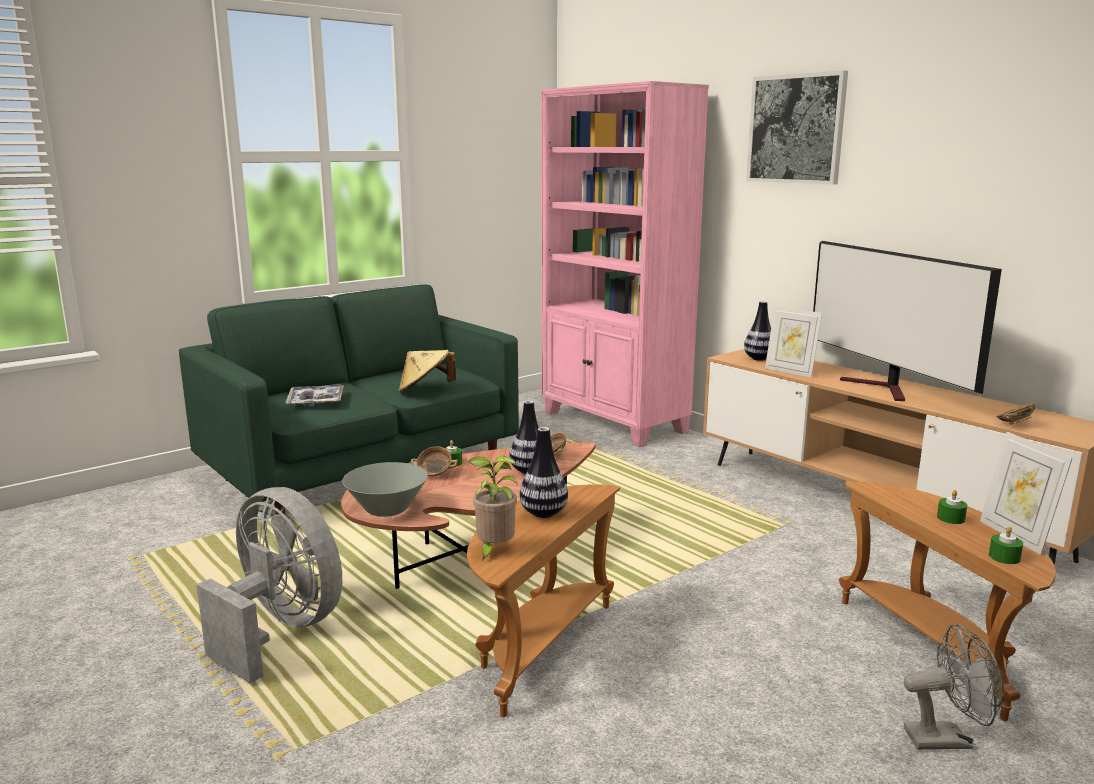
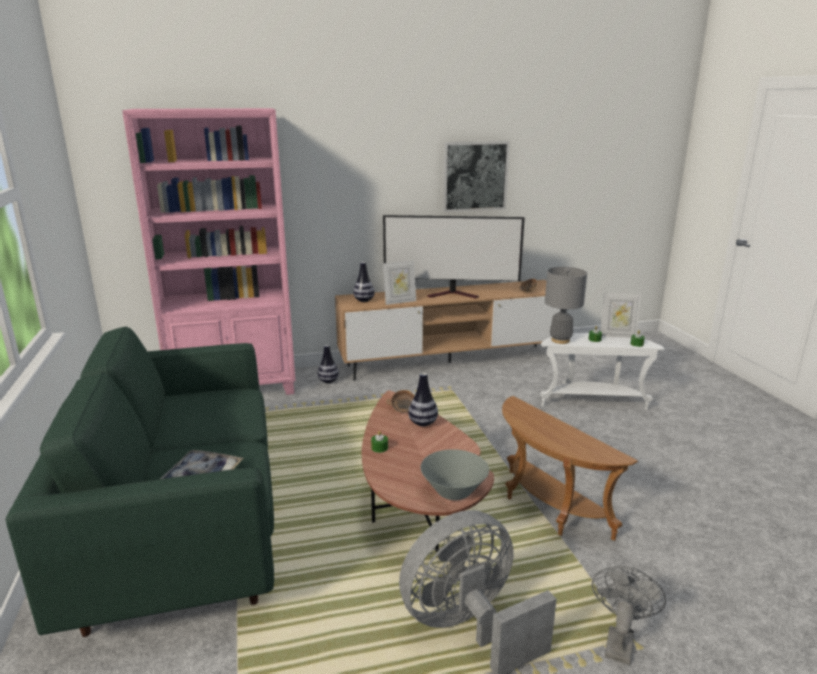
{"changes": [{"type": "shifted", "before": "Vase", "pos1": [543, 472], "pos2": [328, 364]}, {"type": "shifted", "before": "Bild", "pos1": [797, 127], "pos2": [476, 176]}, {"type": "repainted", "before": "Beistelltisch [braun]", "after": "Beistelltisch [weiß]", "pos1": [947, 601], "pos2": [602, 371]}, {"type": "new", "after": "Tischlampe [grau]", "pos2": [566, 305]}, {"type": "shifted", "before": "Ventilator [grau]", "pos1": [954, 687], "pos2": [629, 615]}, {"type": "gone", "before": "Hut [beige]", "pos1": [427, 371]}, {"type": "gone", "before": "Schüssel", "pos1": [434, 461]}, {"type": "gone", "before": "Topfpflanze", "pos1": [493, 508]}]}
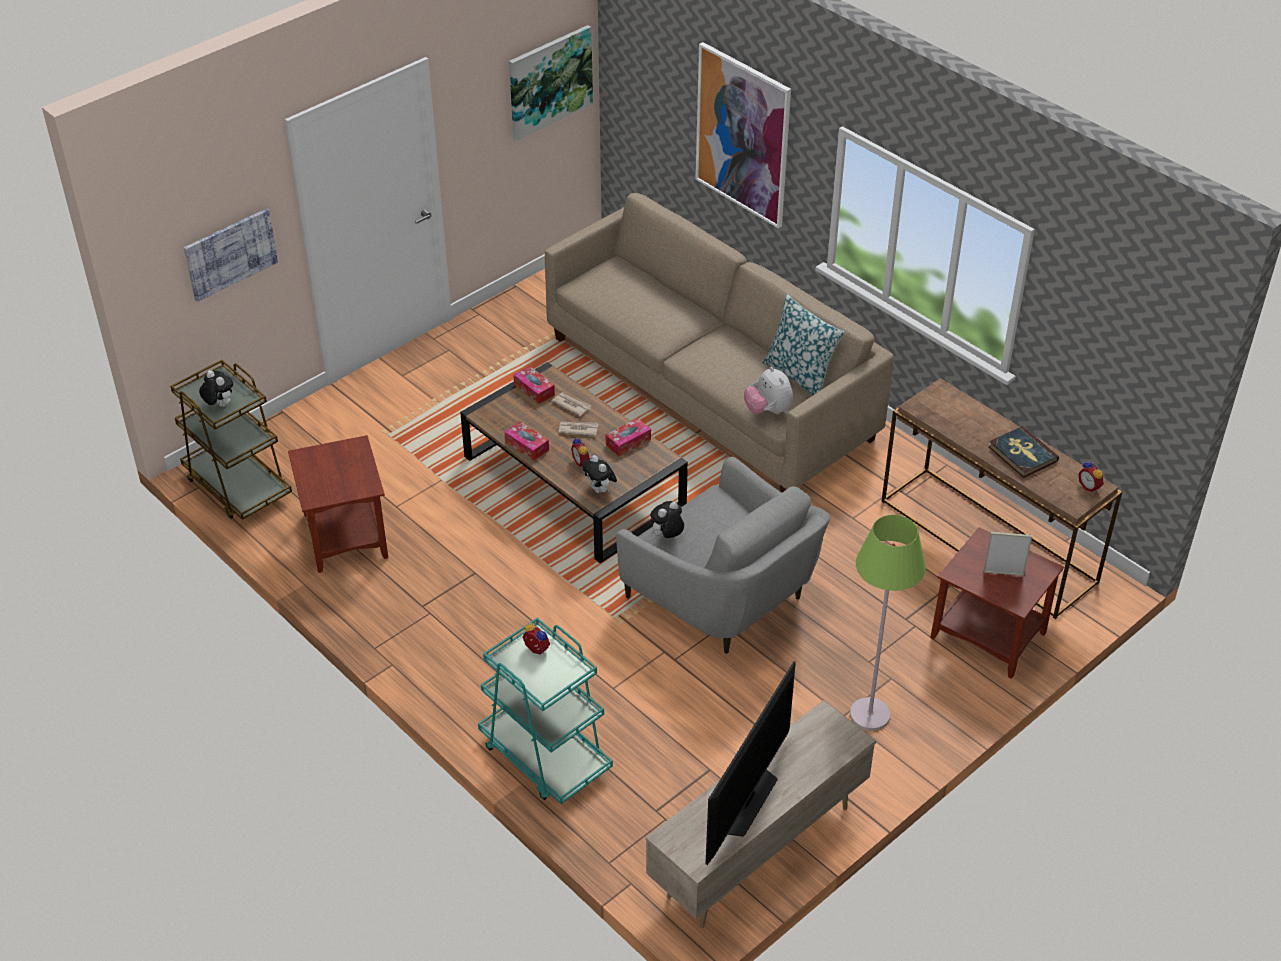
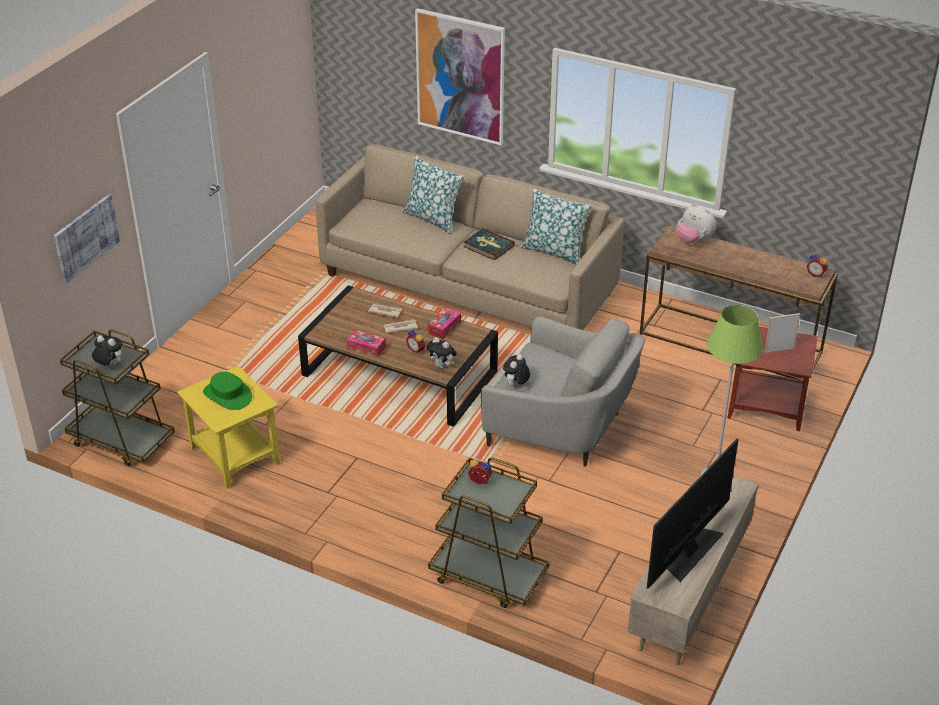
{"changes": [{"type": "repainted", "before": "Beistelltisch [braun]", "after": "Beistelltisch [gelb]", "pos1": [338, 504], "pos2": [228, 427]}, {"type": "new", "after": "Hut [grün]", "pos2": [227, 391]}, {"type": "new", "after": "Kissen", "pos2": [433, 195]}, {"type": "repainted", "before": "Rollwagen [türkis]", "after": "Rollwagen [braun]", "pos1": [545, 711], "pos2": [488, 532]}, {"type": "shifted", "before": "Buch", "pos1": [1023, 452], "pos2": [489, 244]}, {"type": "rotated", "before": "Fernseher", "pos1": [750, 763], "pos2": [693, 514], "turn": -150}, {"type": "shifted", "before": "Plüschtier", "pos1": [768, 390], "pos2": [696, 223]}, {"type": "gone", "before": "Bild", "pos1": [551, 83]}, {"type": "gone", "before": "Taschentuchbox", "pos1": [534, 385]}]}
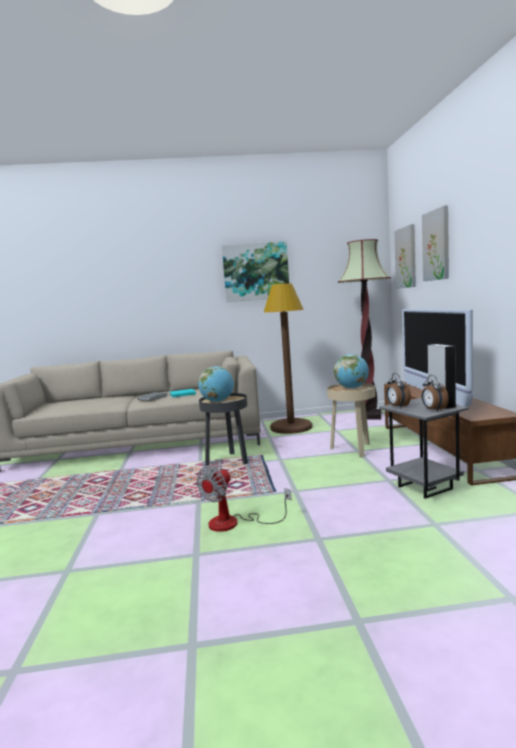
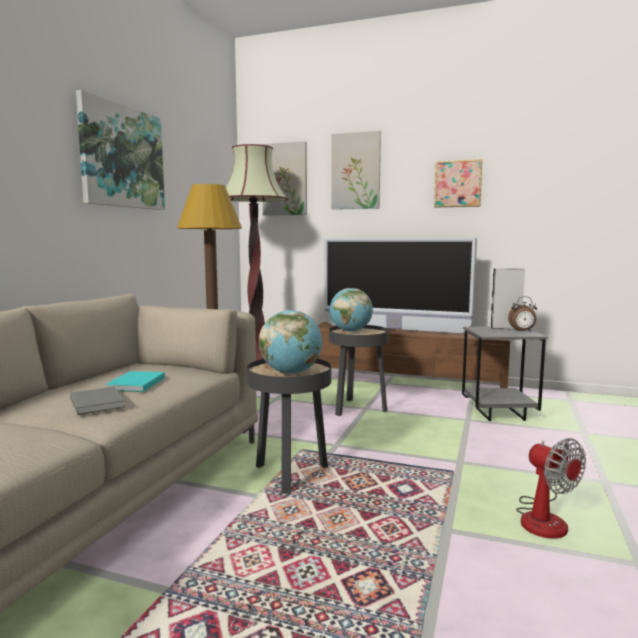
{"changes": [{"type": "repainted", "before": "Beistelltisch [beige]", "after": "Beistelltisch [schwarz]", "pos1": [351, 420], "pos2": [359, 370]}, {"type": "new", "after": "Bild", "pos2": [458, 183]}, {"type": "gone", "before": "Wecker", "pos1": [399, 390]}]}
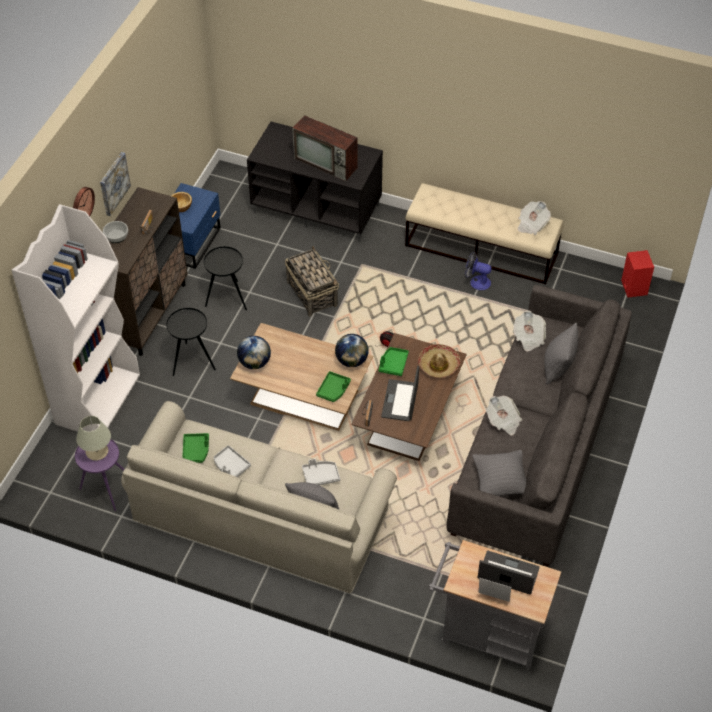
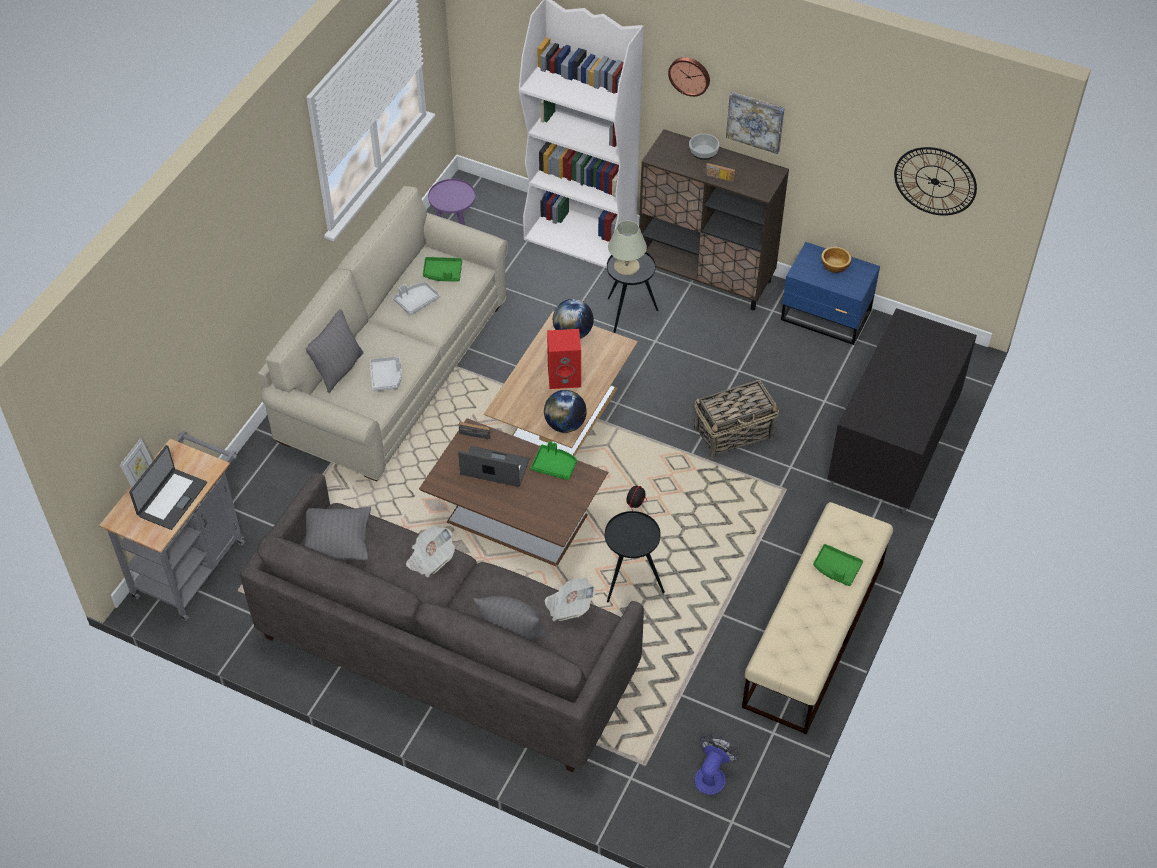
{"changes": [{"type": "shifted", "before": "Lautsprecher [rot]", "pos1": [637, 273], "pos2": [564, 359]}, {"type": "shifted", "before": "Beistelltisch [schwarz]", "pos1": [225, 278], "pos2": [635, 556]}, {"type": "shifted", "before": "Tischlampe [beige]", "pos1": [93, 438], "pos2": [627, 248]}, {"type": "shifted", "before": "Ventilator", "pos1": [478, 271], "pos2": [717, 764]}, {"type": "shifted", "before": "Tablett [grün]", "pos1": [333, 386], "pos2": [838, 565]}, {"type": "new", "after": "Wanduhr", "pos2": [935, 181]}, {"type": "gone", "before": "Fernseher", "pos1": [325, 148]}, {"type": "gone", "before": "Hut", "pos1": [439, 361]}, {"type": "gone", "before": "Zeitung", "pos1": [534, 218]}]}
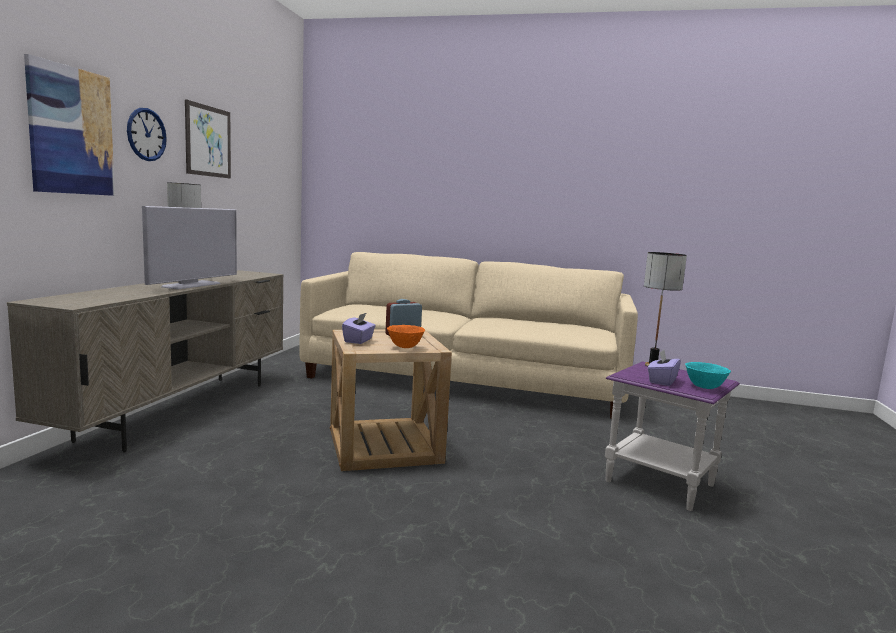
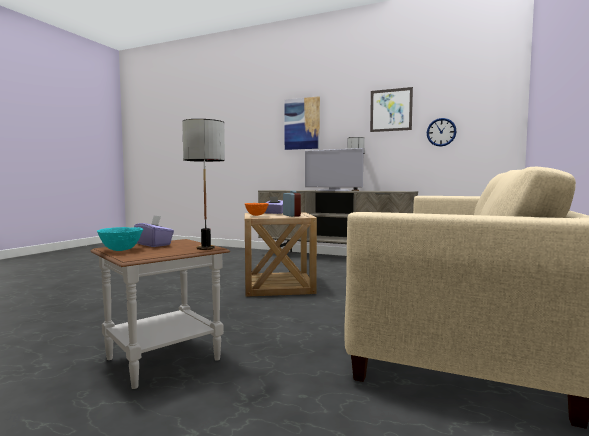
{"changes": [{"type": "repainted", "before": "Beistelltisch [lila]", "after": "Beistelltisch [braun]", "pos1": [672, 436], "pos2": [160, 314]}, {"type": "shifted", "before": "Wanduhr", "pos1": [147, 134], "pos2": [442, 132]}]}
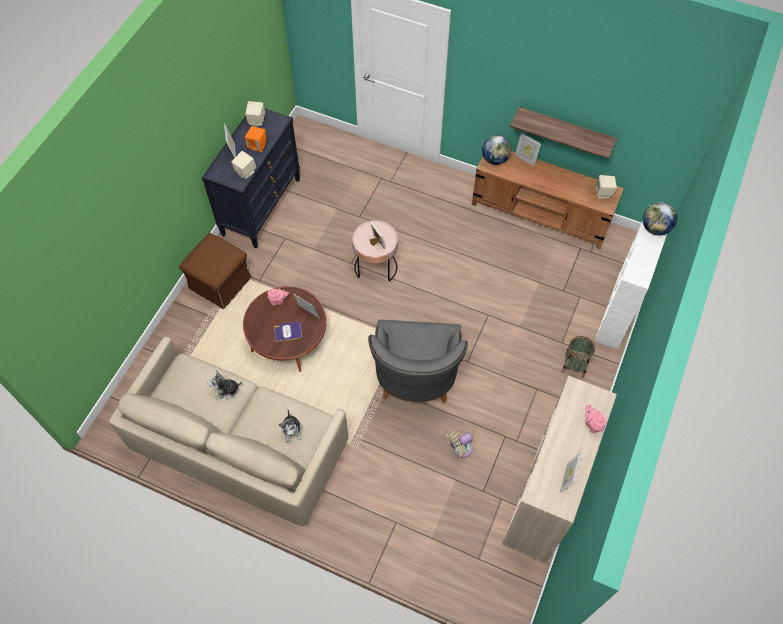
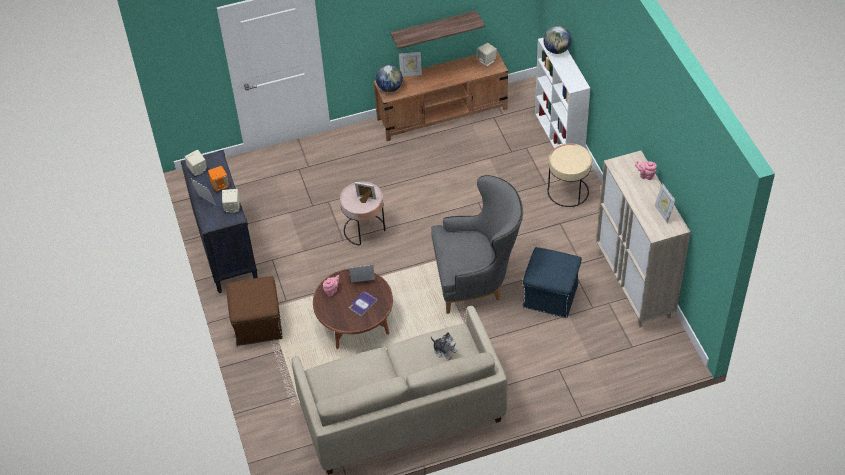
{"changes": [{"type": "rotated", "before": "Sessel [grau]", "pos1": [418, 361], "pos2": [477, 244], "turn": -60}, {"type": "swapped", "before": "Ventilator [beige]", "after": "Polsterhocker [blau]", "pos1": [460, 444], "pos2": [552, 282]}, {"type": "swapped", "before": "Korb", "after": "Beistelltisch [beige]", "pos1": [578, 357], "pos2": [570, 175]}, {"type": "gone", "before": "Plüschtier", "pos1": [224, 385]}]}
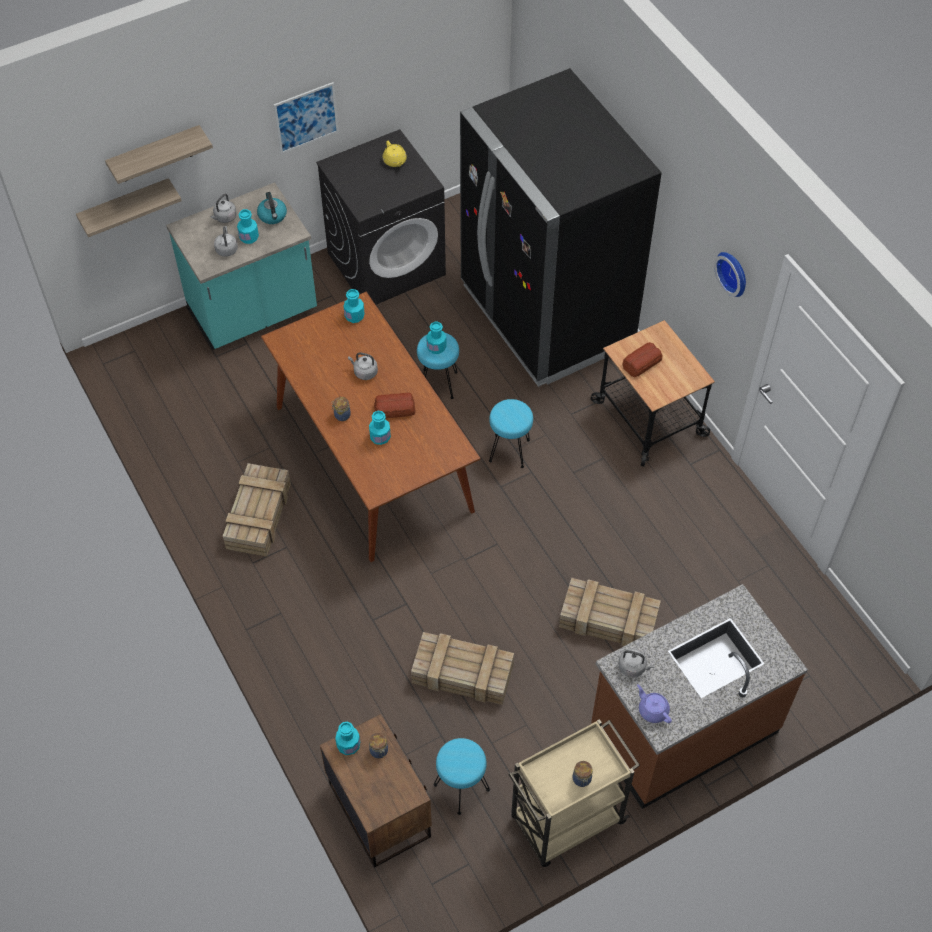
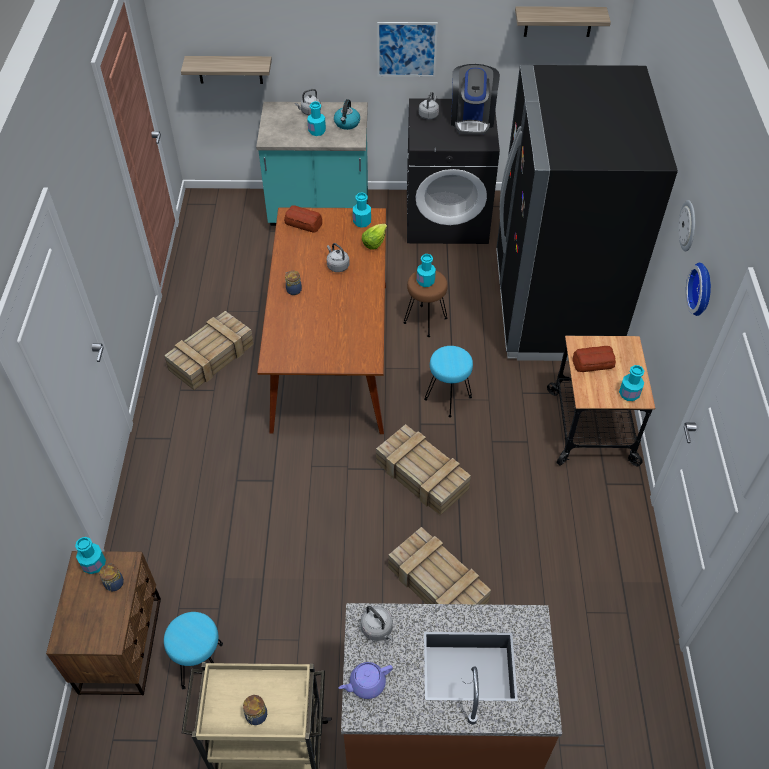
{"changes": [{"type": "shifted", "before": "Brot", "pos1": [395, 405], "pos2": [303, 219]}, {"type": "rotated", "before": "Teekanne [lila]", "pos1": [654, 703], "pos2": [366, 680], "turn": -105}, {"type": "new", "after": "Salatkopf", "pos2": [374, 237]}, {"type": "shifted", "before": "Kiste", "pos1": [462, 668], "pos2": [423, 470]}, {"type": "repainted", "before": "Hocker [türkis]", "after": "Hocker [braun]", "pos1": [438, 366], "pos2": [425, 304]}, {"type": "shifted", "before": "Wasserkessel [grau]", "pos1": [226, 241], "pos2": [429, 106]}, {"type": "swapped", "before": "Teekanne [gelb]", "after": "Kaffeemaschine", "pos1": [394, 154], "pos2": [475, 99]}, {"type": "shifted", "before": "Wandregal", "pos1": [159, 154], "pos2": [563, 21]}, {"type": "shifted", "before": "Flasche [türkis]", "pos1": [380, 428], "pos2": [631, 383]}, {"type": "new", "after": "Wanduhr", "pos2": [686, 226]}]}
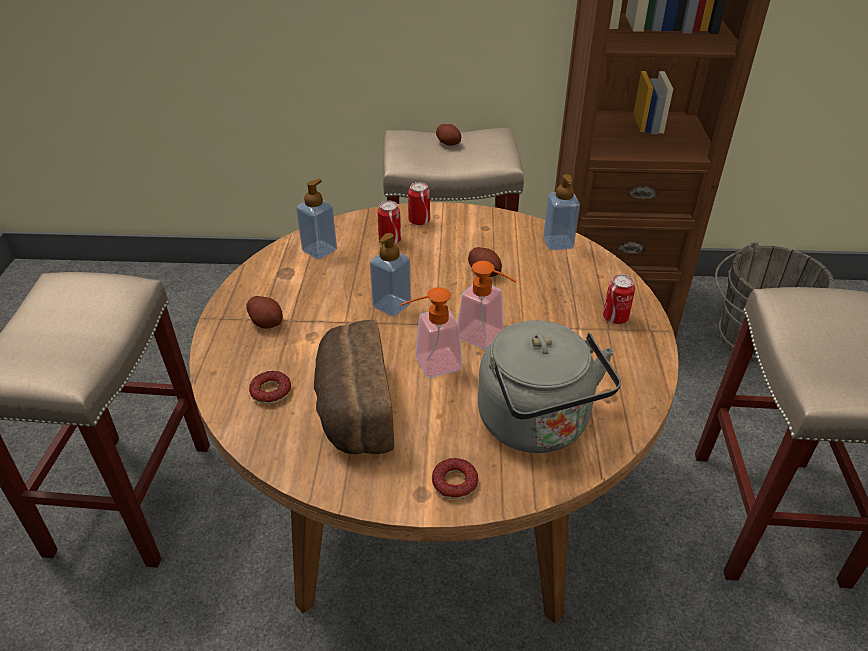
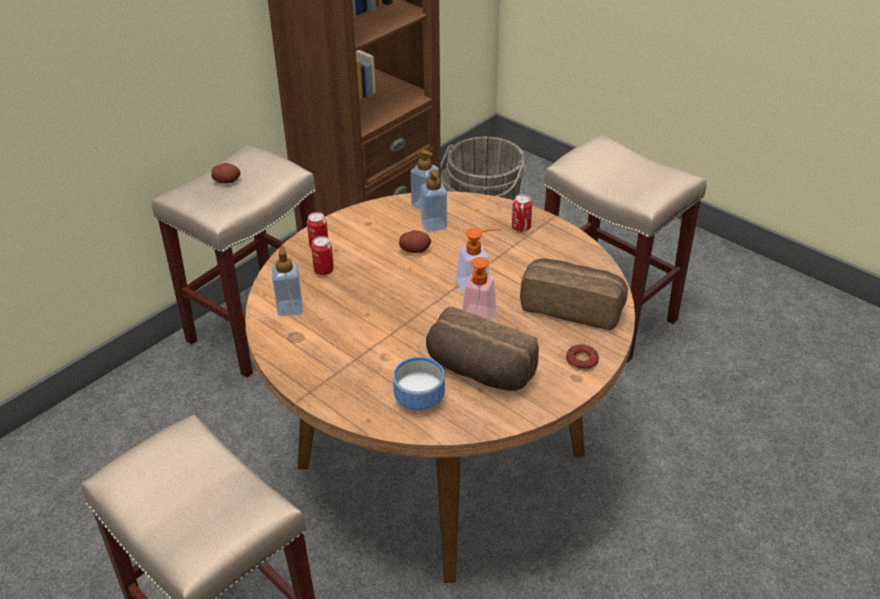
{"changes": [{"type": "swapped", "before": "Donut", "after": "Schüssel", "pos1": [270, 387], "pos2": [419, 383]}, {"type": "shifted", "before": "Seifenspender", "pos1": [390, 275], "pos2": [434, 200]}, {"type": "swapped", "before": "Wasserkessel [grau]", "after": "Brot", "pos1": [549, 386], "pos2": [574, 294]}, {"type": "gone", "before": "Kartoffel", "pos1": [264, 312]}]}
